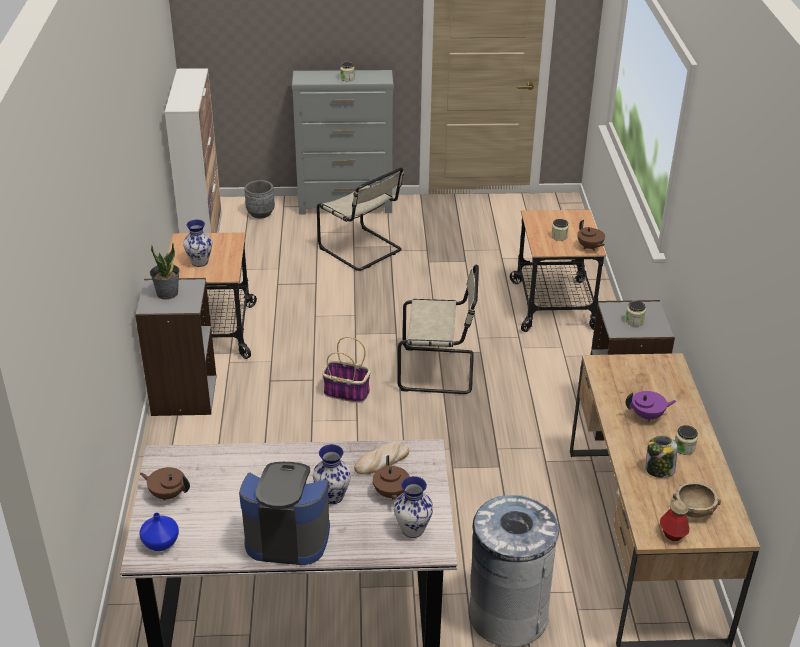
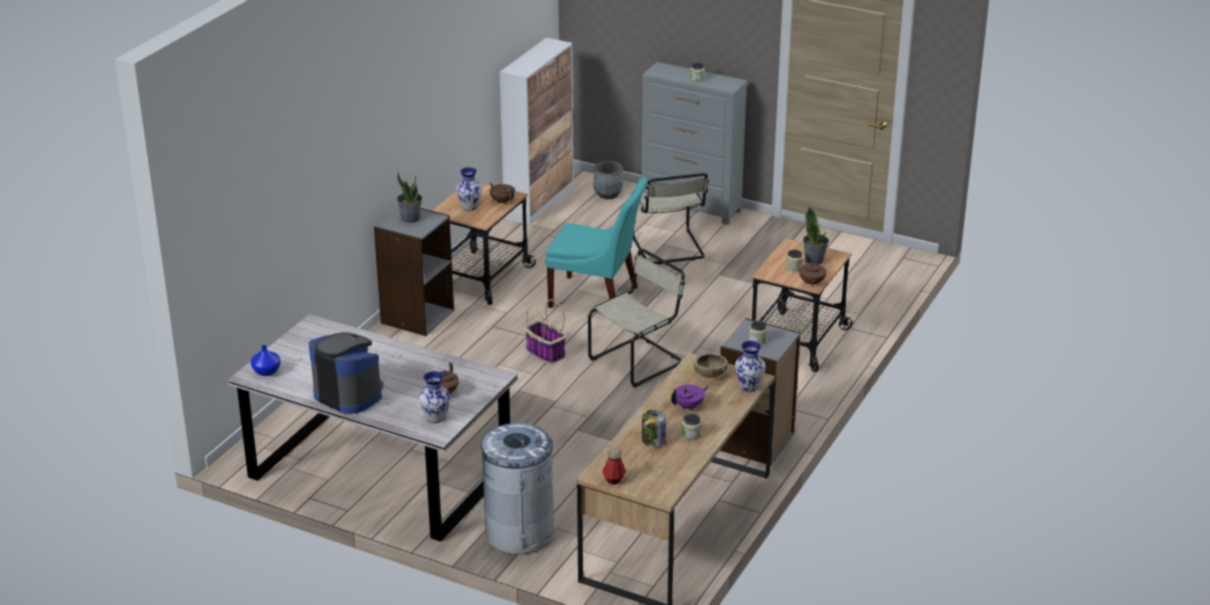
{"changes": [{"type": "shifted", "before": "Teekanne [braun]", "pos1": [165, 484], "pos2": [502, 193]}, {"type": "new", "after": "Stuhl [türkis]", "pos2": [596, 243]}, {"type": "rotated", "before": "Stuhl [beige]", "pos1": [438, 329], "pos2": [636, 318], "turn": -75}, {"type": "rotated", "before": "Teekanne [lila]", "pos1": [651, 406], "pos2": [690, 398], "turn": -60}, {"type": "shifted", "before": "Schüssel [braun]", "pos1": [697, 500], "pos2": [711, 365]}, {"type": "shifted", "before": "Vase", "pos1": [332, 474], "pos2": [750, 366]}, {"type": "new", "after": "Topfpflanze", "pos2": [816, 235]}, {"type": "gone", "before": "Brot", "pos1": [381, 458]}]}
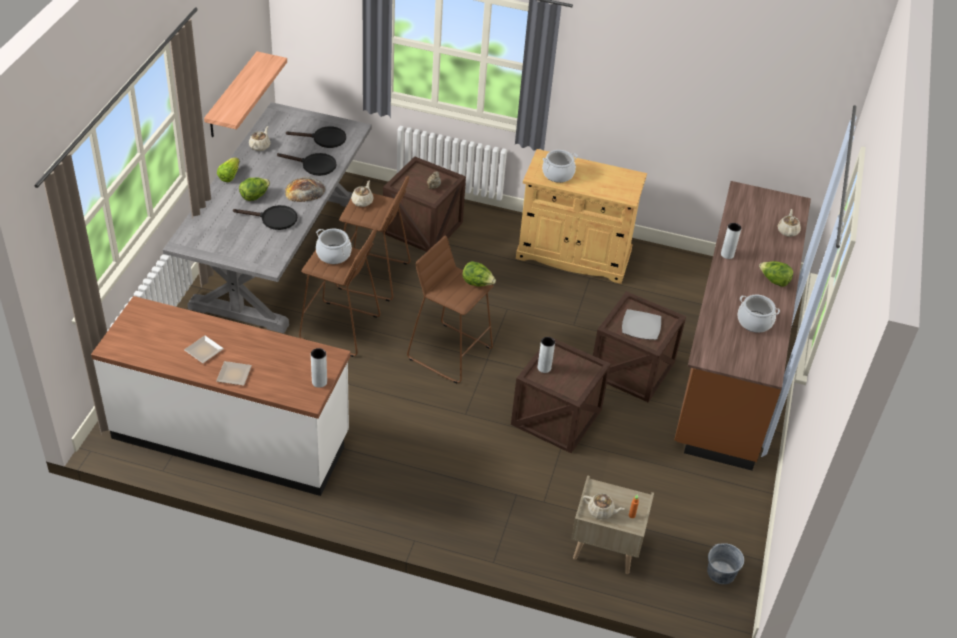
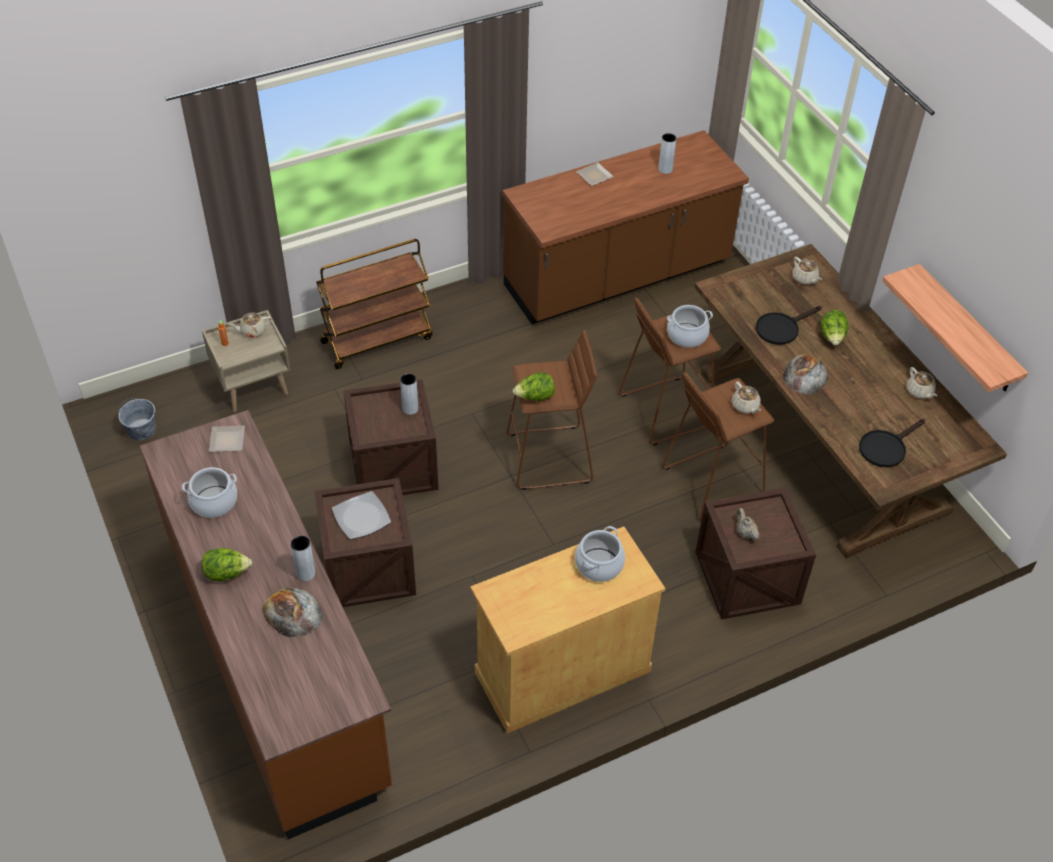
{"changes": [{"type": "shifted", "before": "Teller", "pos1": [204, 349], "pos2": [227, 439]}, {"type": "new", "after": "Brot", "pos2": [292, 612]}, {"type": "new", "after": "Rollwagen [braun]", "pos2": [374, 304]}, {"type": "repainted", "before": "Küchenzeile [weiß]", "after": "Küchenzeile [braun]", "pos1": [221, 396], "pos2": [626, 227]}, {"type": "shifted", "before": "Vase [grau]", "pos1": [319, 368], "pos2": [667, 153]}, {"type": "repainted", "before": "Esstisch [grau]", "after": "Esstisch [braun]", "pos1": [267, 217], "pos2": [850, 401]}, {"type": "shifted", "before": "Teekanne [beige]", "pos1": [789, 223], "pos2": [807, 271]}, {"type": "gone", "before": "Salatkopf", "pos1": [228, 170]}, {"type": "gone", "before": "Pfanne [schwarz]", "pos1": [306, 164]}]}
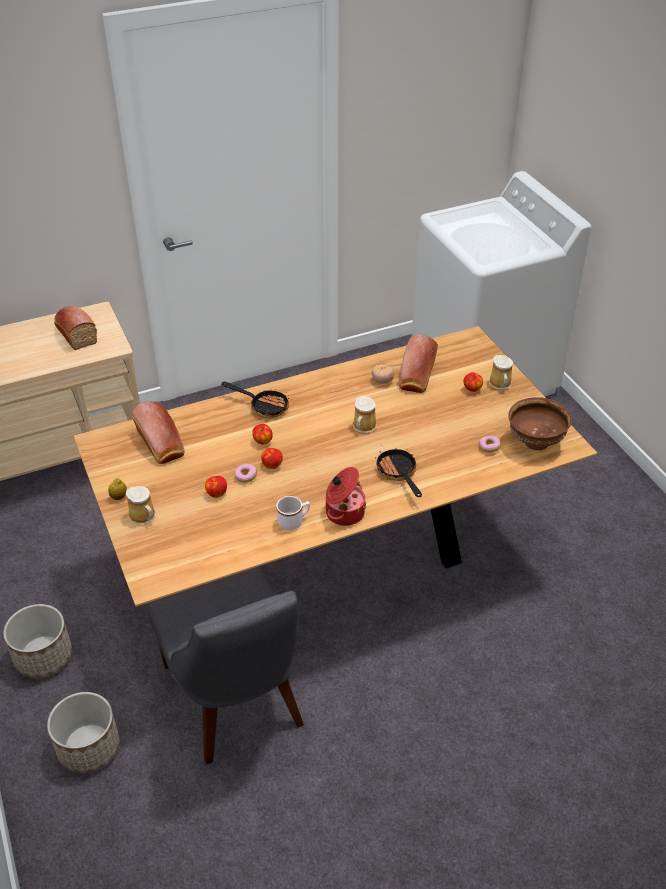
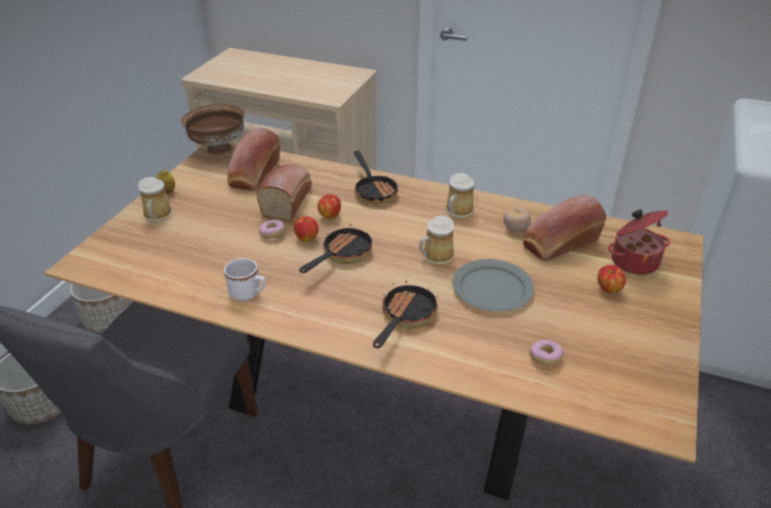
{"changes": [{"type": "shifted", "before": "Schüssel [braun]", "pos1": [540, 423], "pos2": [213, 129]}, {"type": "shifted", "before": "Brot", "pos1": [75, 328], "pos2": [284, 192]}, {"type": "new", "after": "Pfanne", "pos2": [336, 248]}, {"type": "shifted", "before": "Henkelbecher", "pos1": [501, 372], "pos2": [459, 195]}, {"type": "new", "after": "Teller [grau]", "pos2": [493, 285]}, {"type": "shifted", "before": "Kochtopf", "pos1": [346, 496], "pos2": [639, 242]}, {"type": "gone", "before": "Apfel", "pos1": [216, 487]}]}
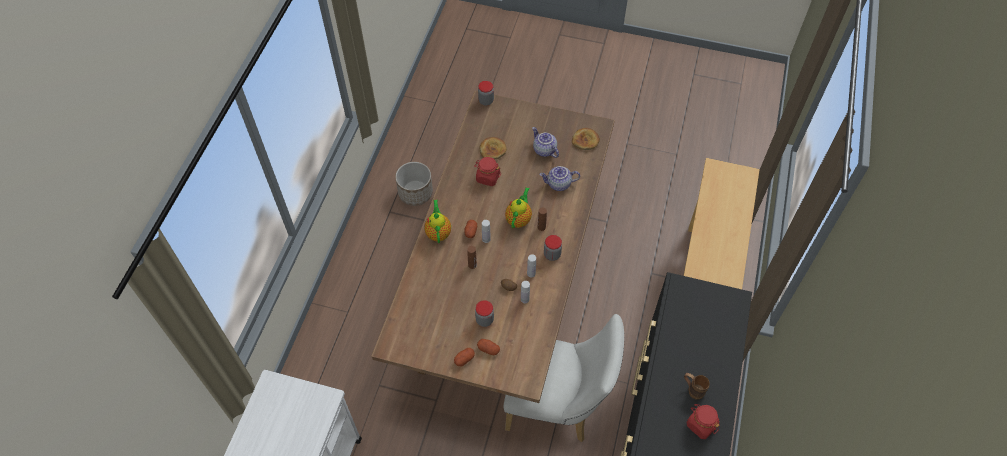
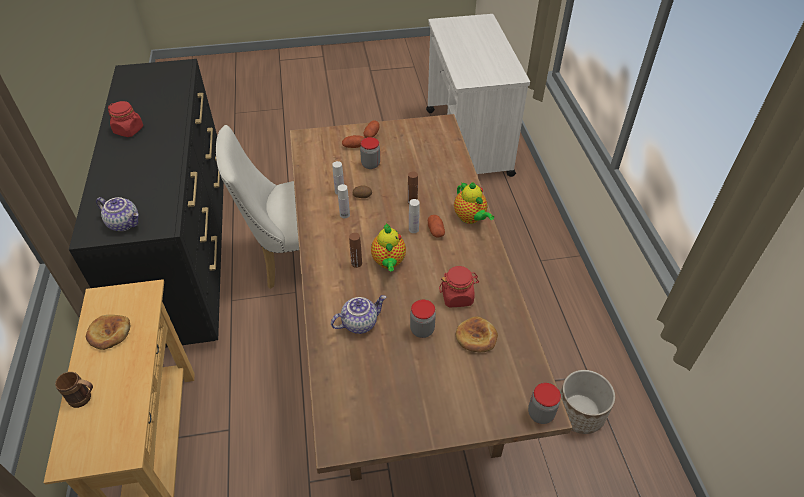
{"changes": [{"type": "shifted", "before": "Henkelbecher [braun]", "pos1": [697, 386], "pos2": [74, 390]}, {"type": "shifted", "before": "Brot", "pos1": [586, 139], "pos2": [108, 332]}, {"type": "shifted", "before": "Teekanne", "pos1": [545, 142], "pos2": [117, 214]}, {"type": "shifted", "before": "Vorratsglas", "pos1": [553, 248], "pos2": [423, 319]}]}
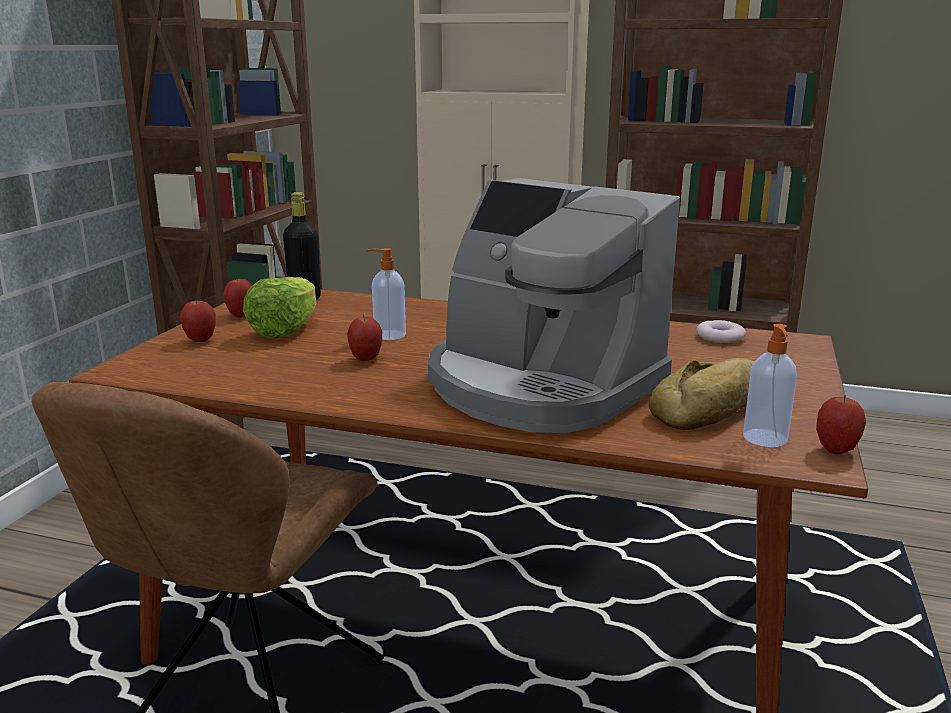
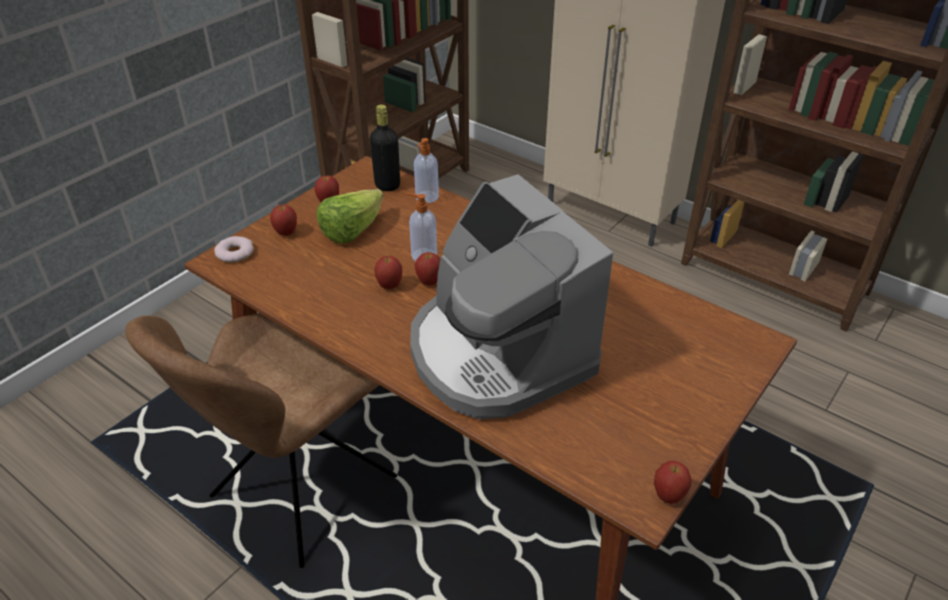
{"changes": [{"type": "shifted", "before": "Donut", "pos1": [721, 331], "pos2": [234, 249]}, {"type": "shifted", "before": "Seifenspender", "pos1": [770, 385], "pos2": [426, 170]}, {"type": "new", "after": "Apfel", "pos2": [427, 269]}, {"type": "gone", "before": "Brot", "pos1": [702, 394]}]}
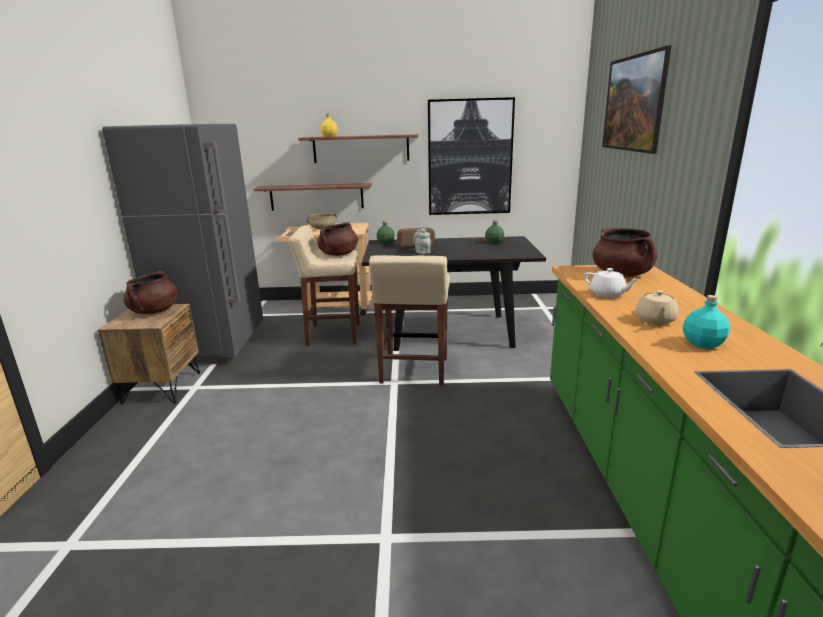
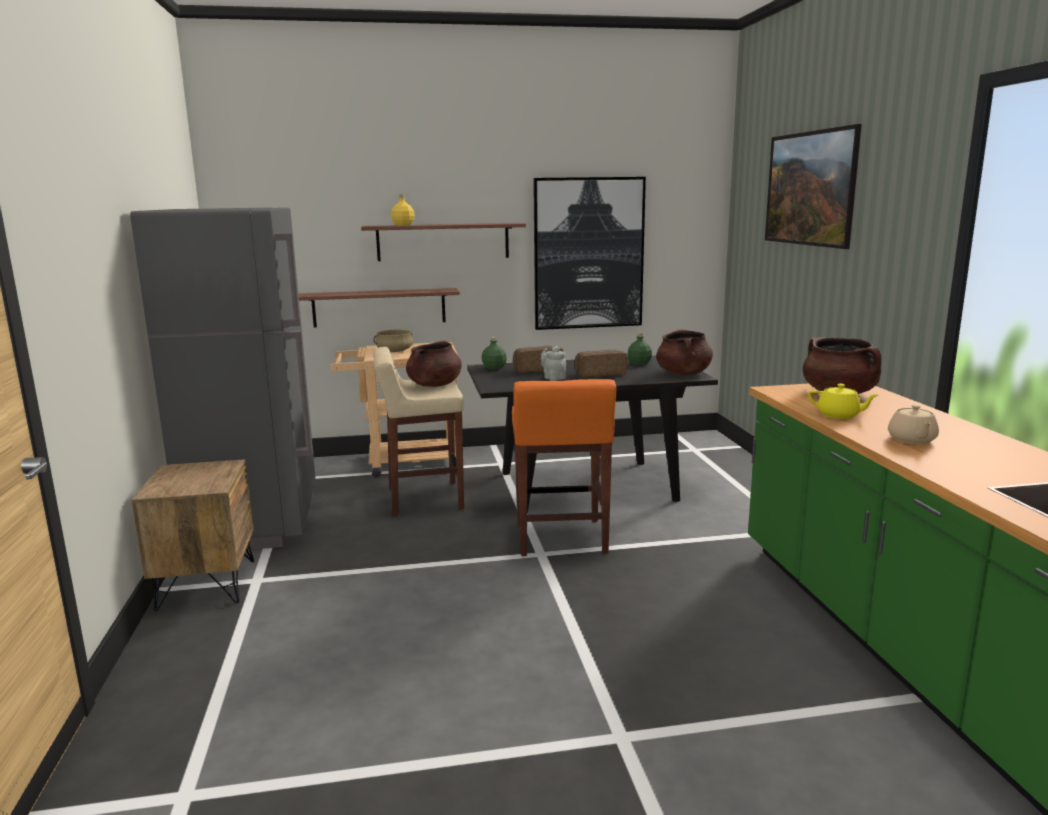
{"changes": [{"type": "repainted", "before": "Hocker [beige]", "after": "Hocker [orange]", "pos1": [409, 320], "pos2": [564, 467]}, {"type": "new", "after": "Brot", "pos2": [600, 364]}, {"type": "shifted", "before": "Kochtopf [braun]", "pos1": [151, 292], "pos2": [684, 352]}, {"type": "repainted", "before": "Teekanne [weiß]", "after": "Teekanne [gelb]", "pos1": [611, 282], "pos2": [843, 401]}, {"type": "gone", "before": "Flasche [türkis]", "pos1": [706, 322]}]}
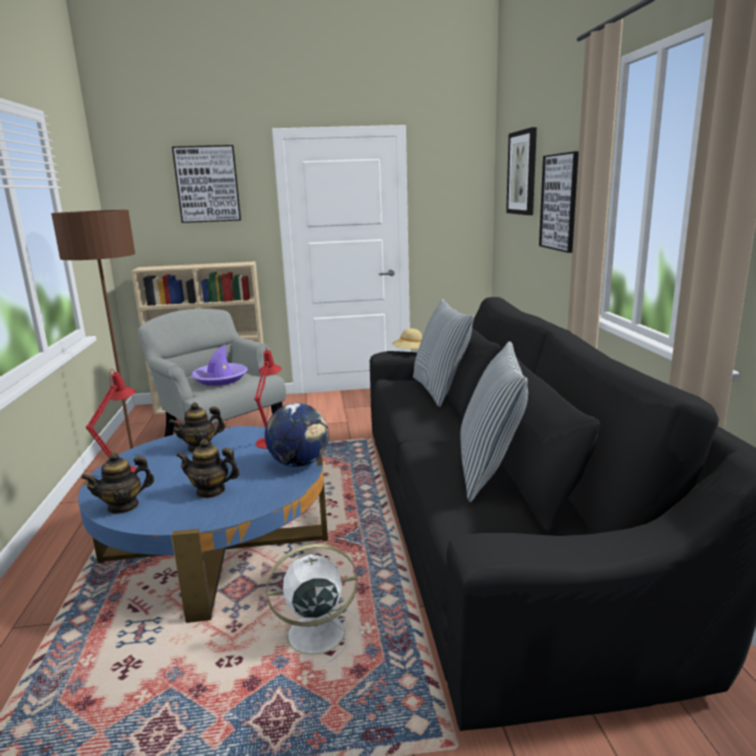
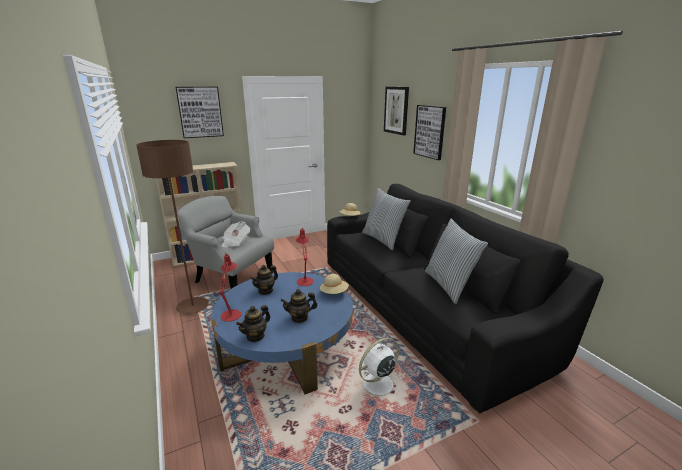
{"changes": [{"type": "swapped", "before": "Hut [lila]", "after": "Zeitung", "pos1": [219, 365], "pos2": [236, 234]}, {"type": "swapped", "before": "Globus", "after": "Hut [beige]", "pos1": [297, 435], "pos2": [334, 284]}]}
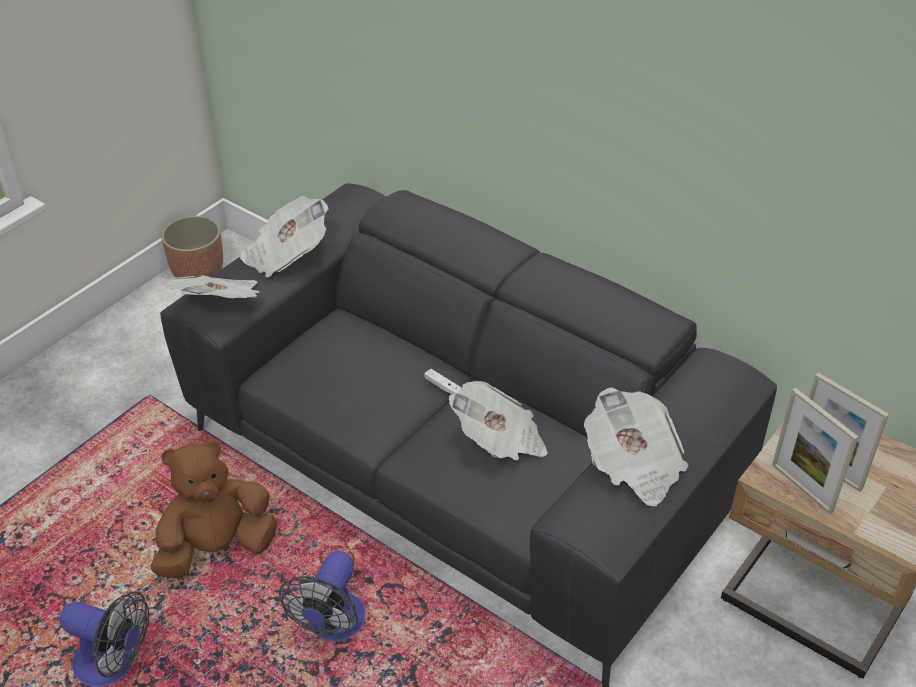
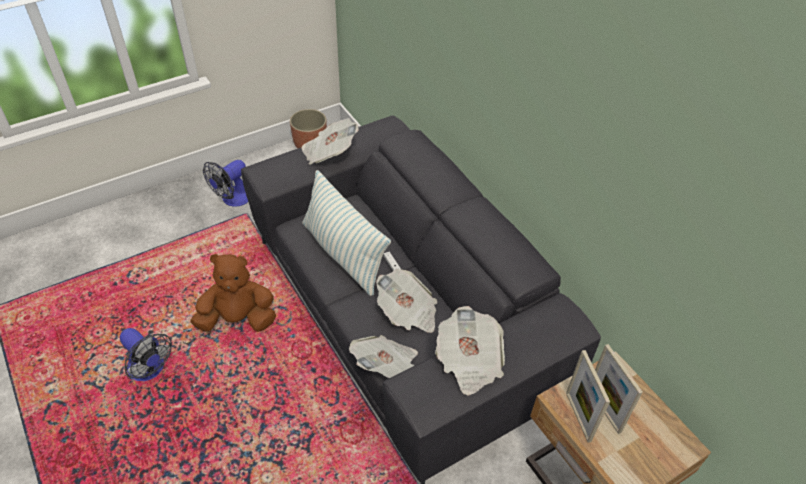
{"changes": [{"type": "shifted", "before": "Ventilator", "pos1": [322, 596], "pos2": [225, 183]}, {"type": "new", "after": "Kissen", "pos2": [346, 233]}, {"type": "shifted", "before": "Zeitung", "pos1": [212, 286], "pos2": [383, 356]}]}
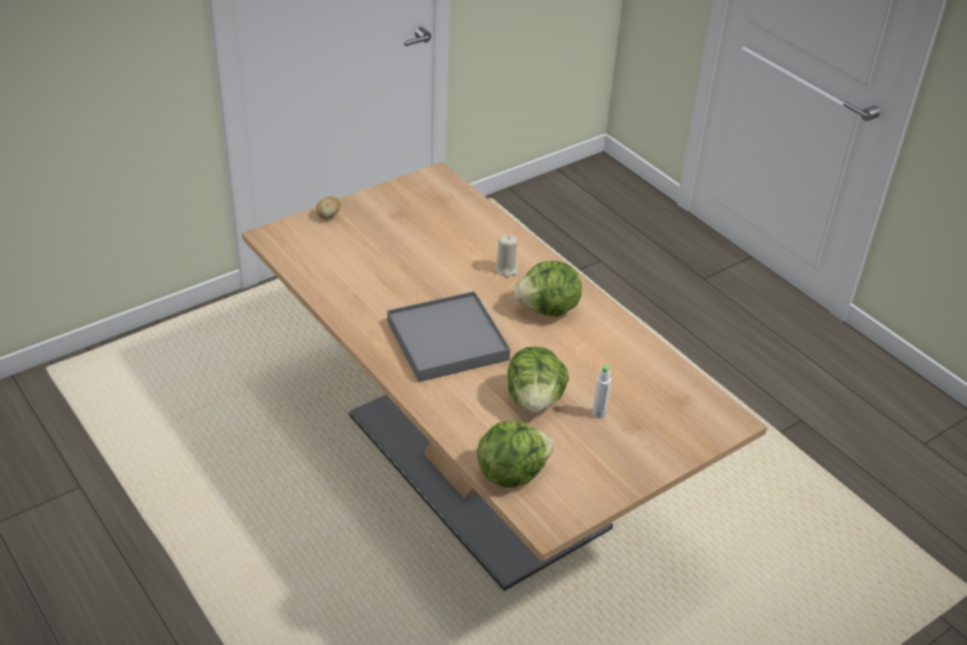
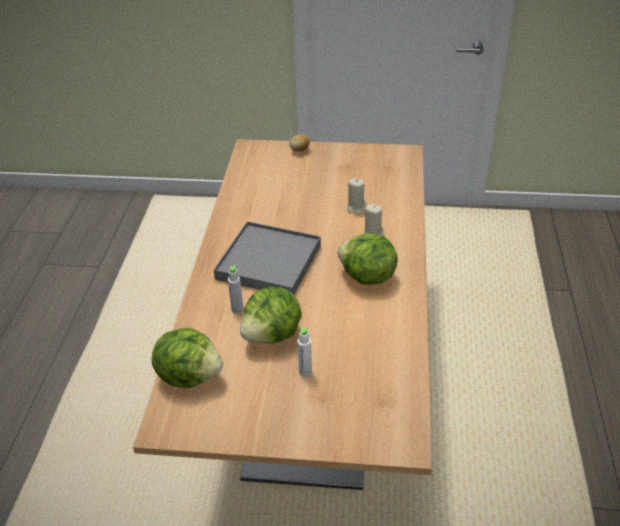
{"changes": [{"type": "new", "after": "Flasche [grau]", "pos2": [235, 289]}, {"type": "new", "after": "Kerze [beige]", "pos2": [356, 196]}]}
